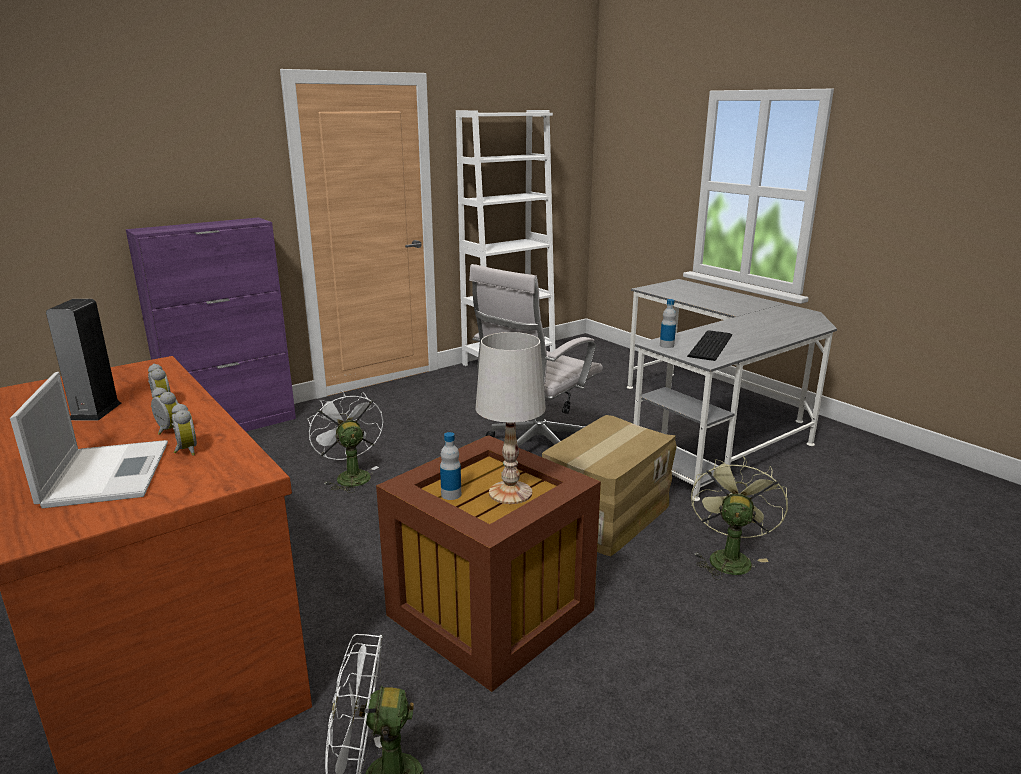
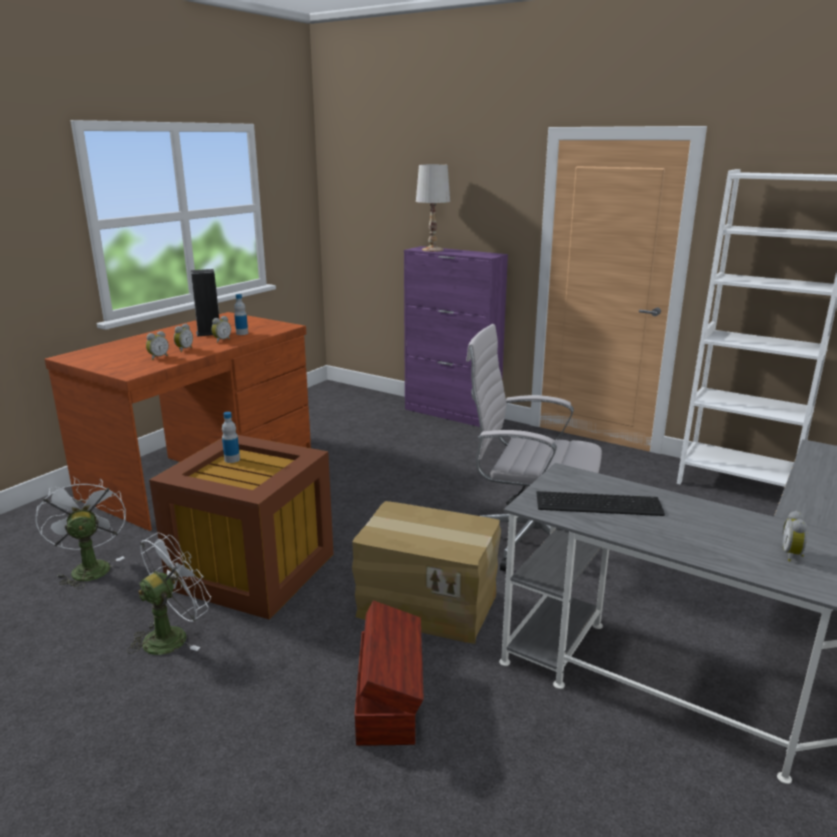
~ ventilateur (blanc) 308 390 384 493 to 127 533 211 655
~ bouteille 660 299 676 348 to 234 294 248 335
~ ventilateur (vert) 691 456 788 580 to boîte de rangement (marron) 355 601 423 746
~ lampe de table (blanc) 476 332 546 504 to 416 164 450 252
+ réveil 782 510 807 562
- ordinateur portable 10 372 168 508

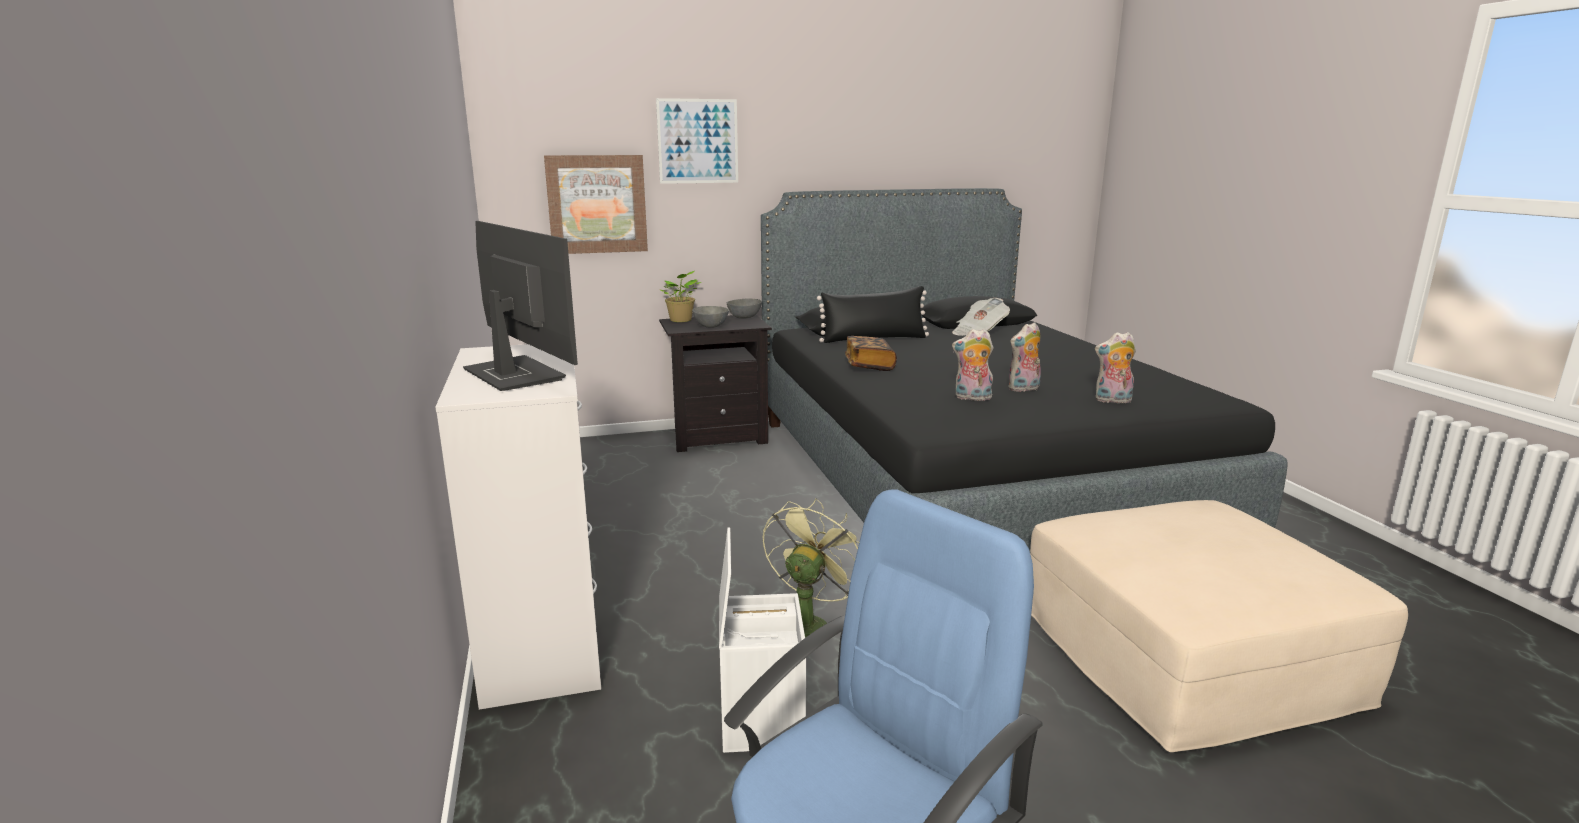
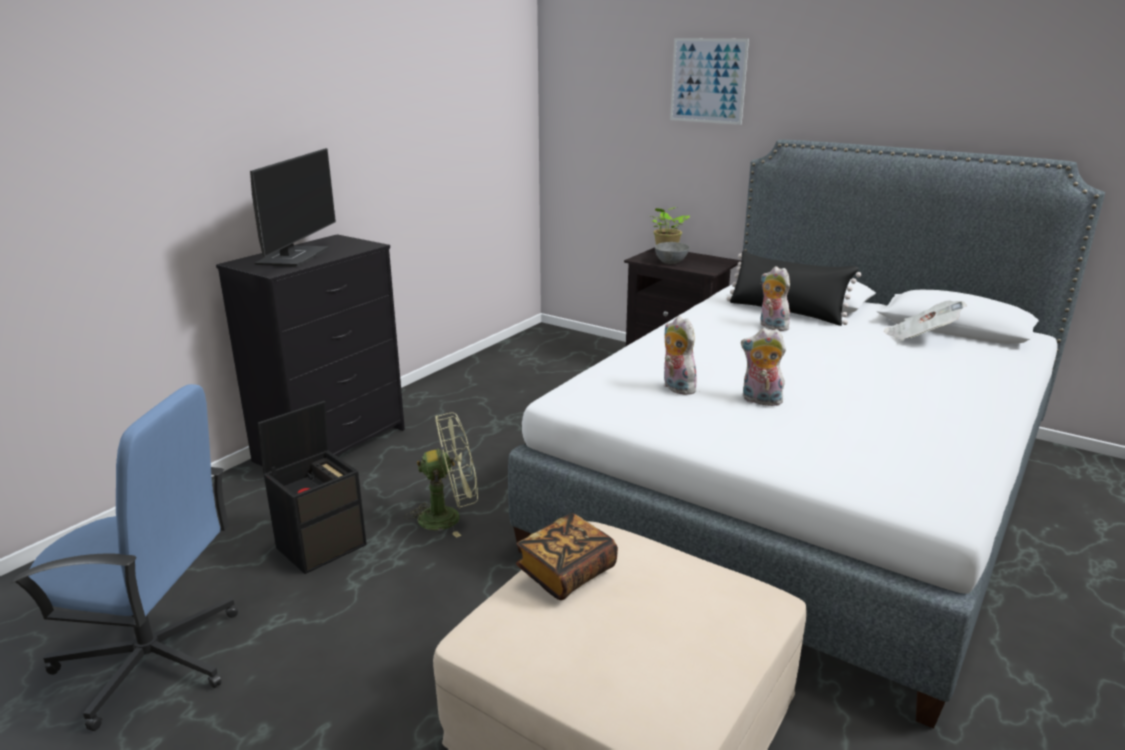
~ commode (blanc) 435 344 601 710 to commode (noir) 216 234 405 466
~ boîte de rangement (blanc) 719 527 806 753 to boîte de rangement (noir) 258 401 367 574
~ lit (noir) 761 188 1288 551 to lit (blanc) 508 140 1105 729
~ livre 845 336 897 371 to 516 513 618 600
~ peluche 1095 332 1136 403 to 760 266 790 331
- tableau 544 155 648 254
- bol (gris) 727 298 762 319

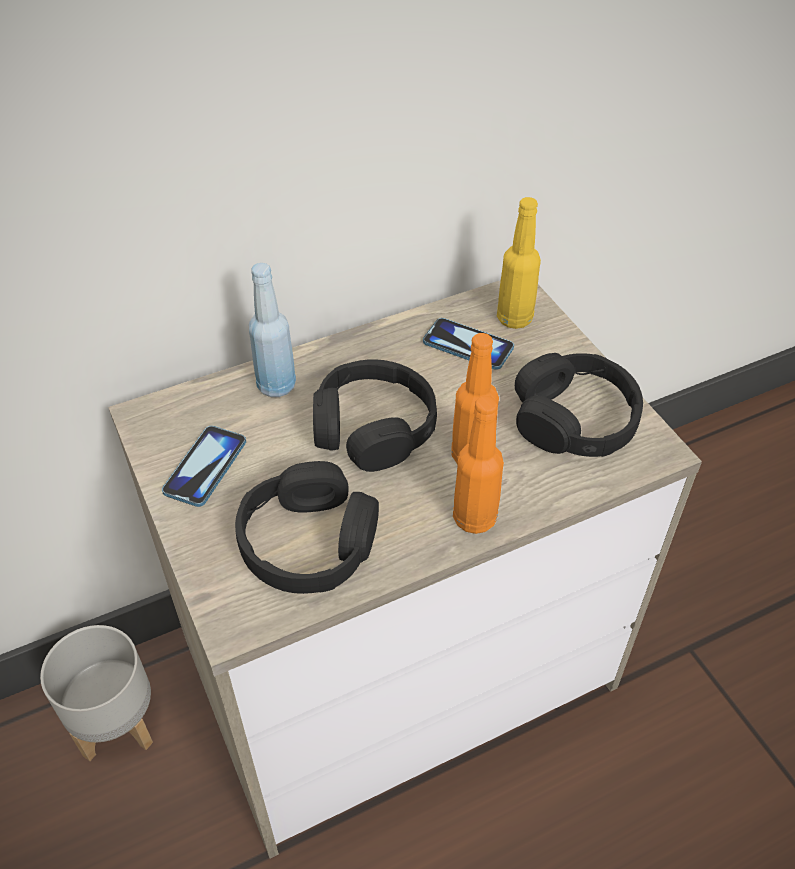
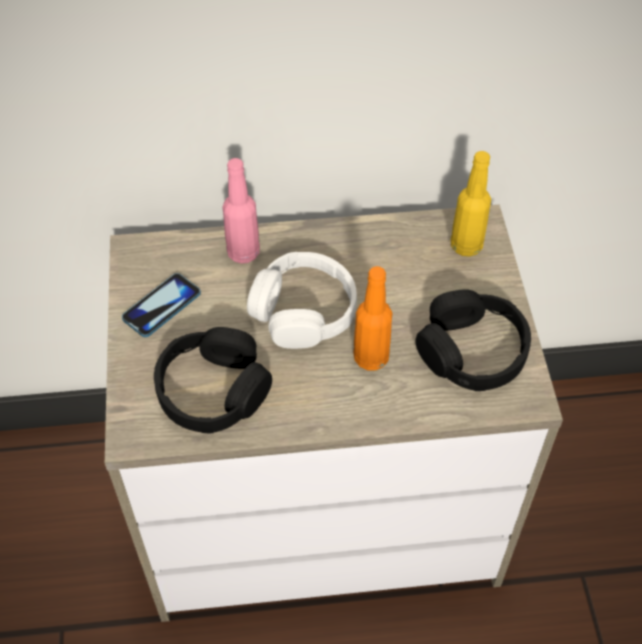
~ bouteille (bleu) 249 263 296 397 to bouteille (rose) 222 158 260 264
~ casque audio (noir) 313 359 437 472 to casque audio (blanc) 247 252 357 349
- cache-pot (gris) 40 625 153 761
- téléphone 423 318 514 370
- bouteille (orange) 453 396 504 534

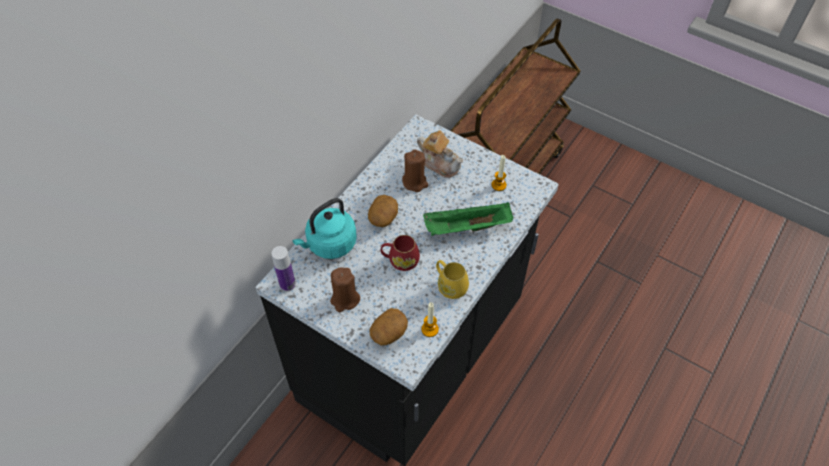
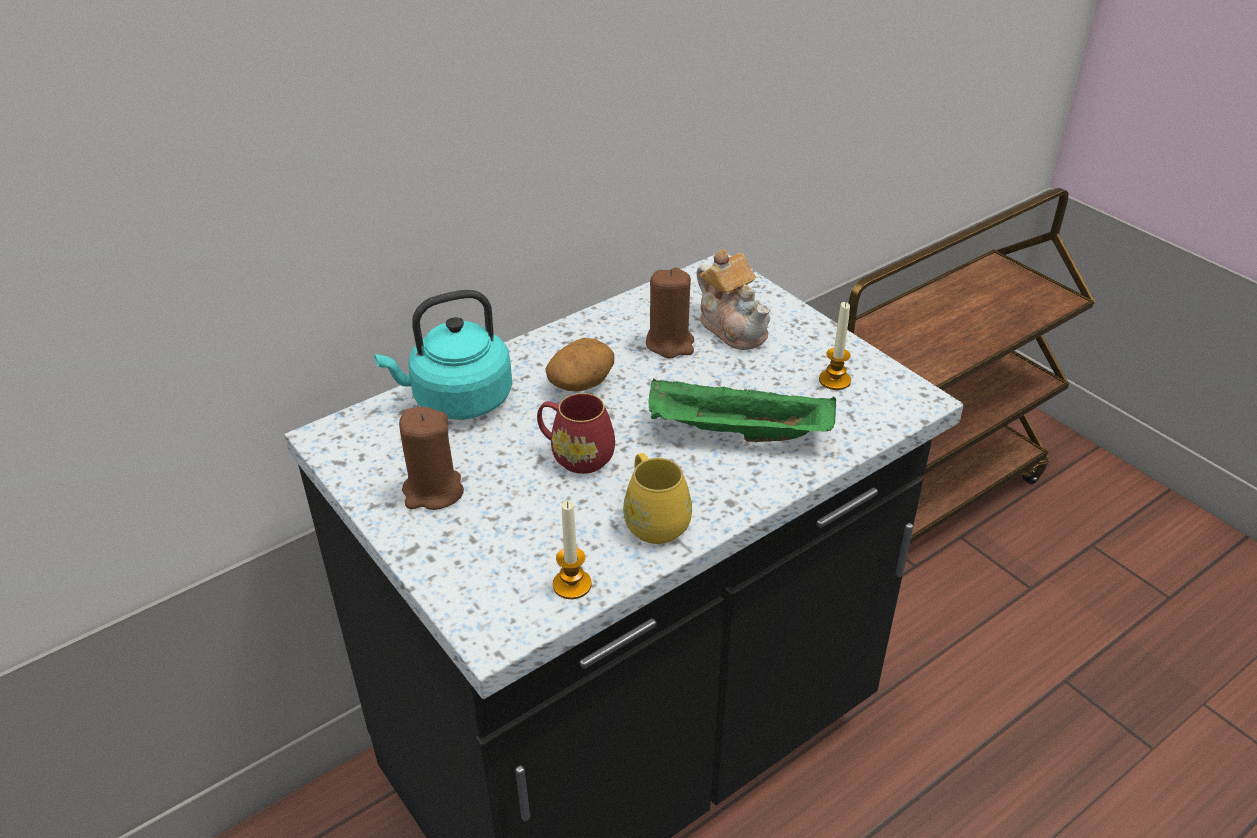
- bouteille 271 246 296 291
- pomme de terre 369 308 408 345

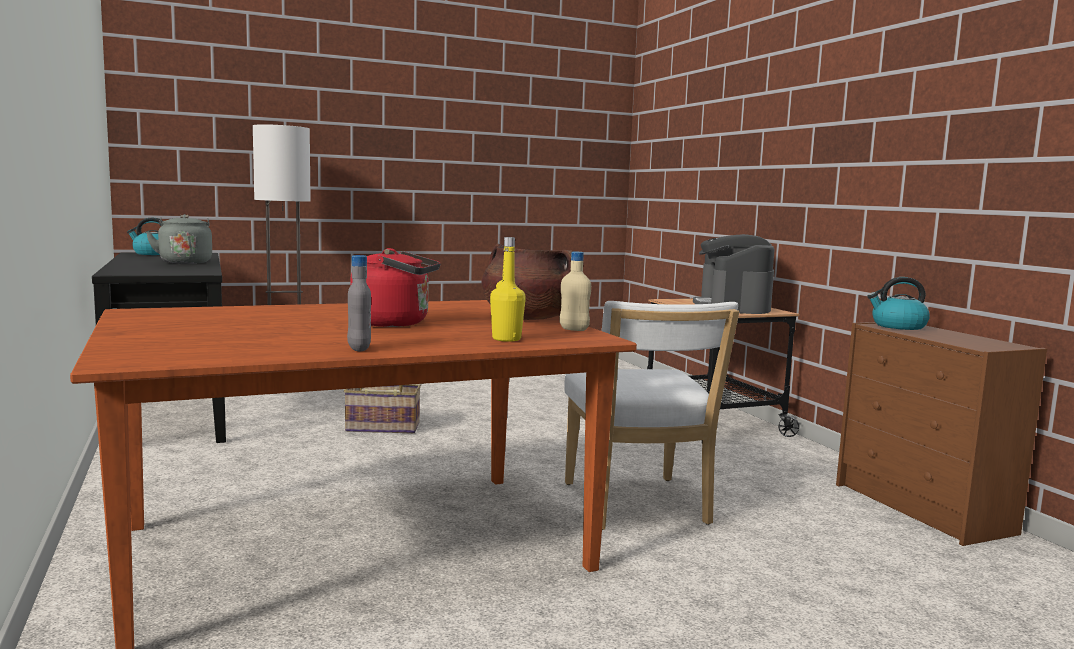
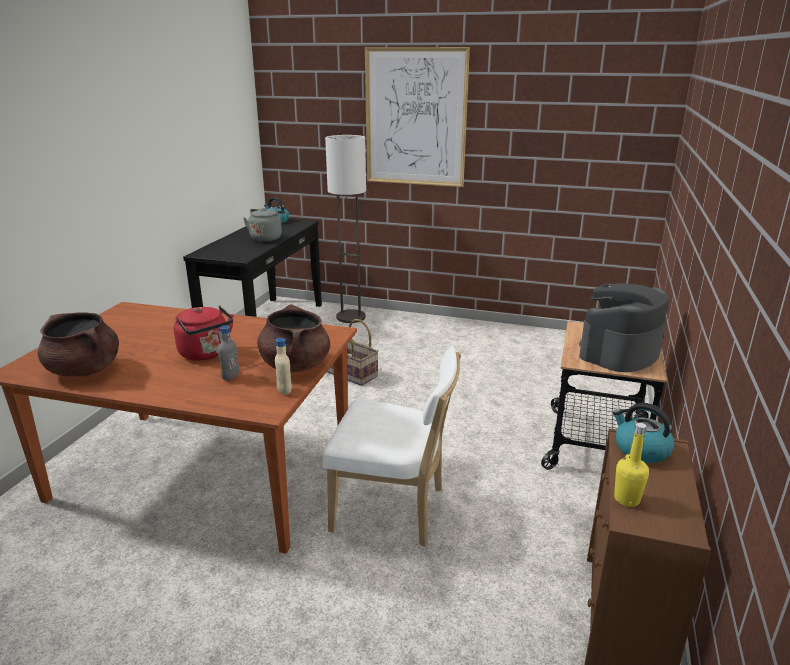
+ marmite (marron) 38 312 119 377
~ bouteille (gris) 347 255 371 351 to 218 325 239 381
~ chaise (blanc) 564 301 739 530 = 323 346 461 547 105 degrees counterclockwise
+ tableau 365 47 470 187
~ bouteille (jaune) 490 237 526 342 to 614 423 649 507

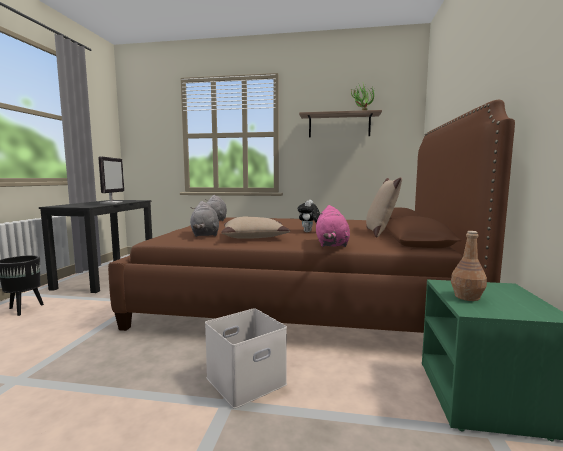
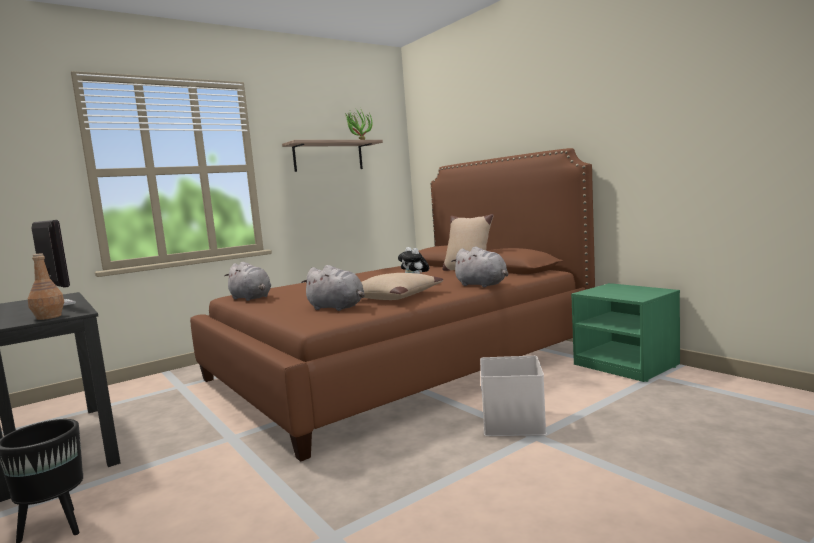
~ bouteille (marron) 451 231 487 301 to 28 253 64 320
~ peluche (rose) 316 205 350 247 to peluche (gris) 451 246 508 288

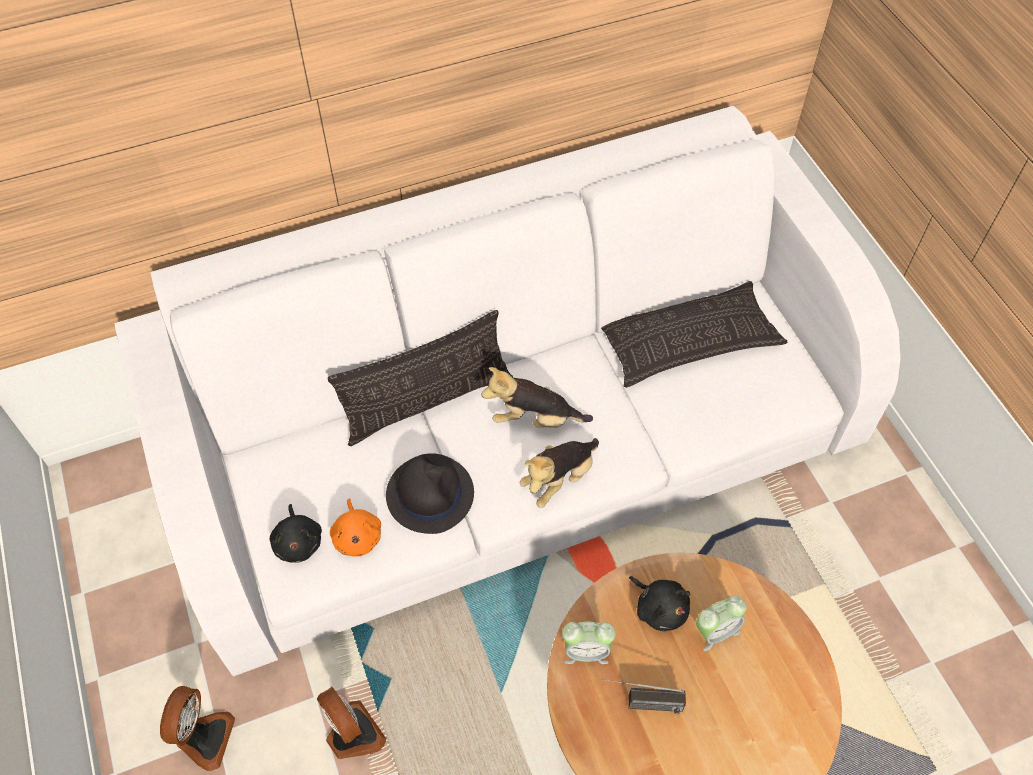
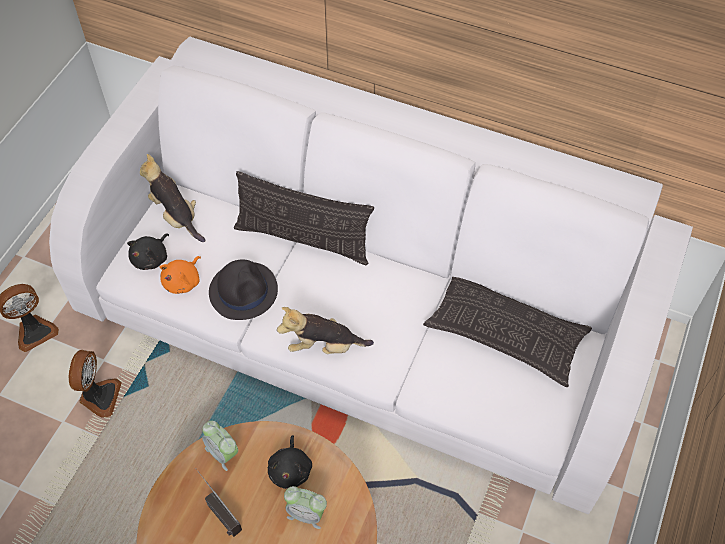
~ peluche 481 367 593 428 to 140 154 206 242

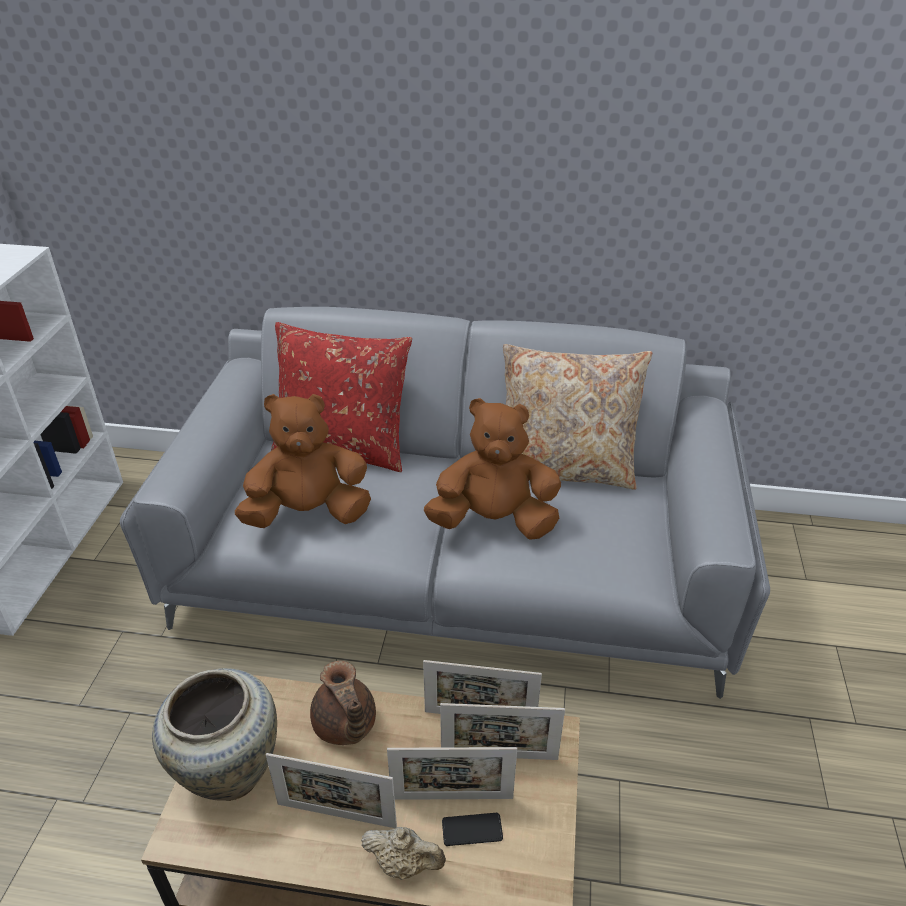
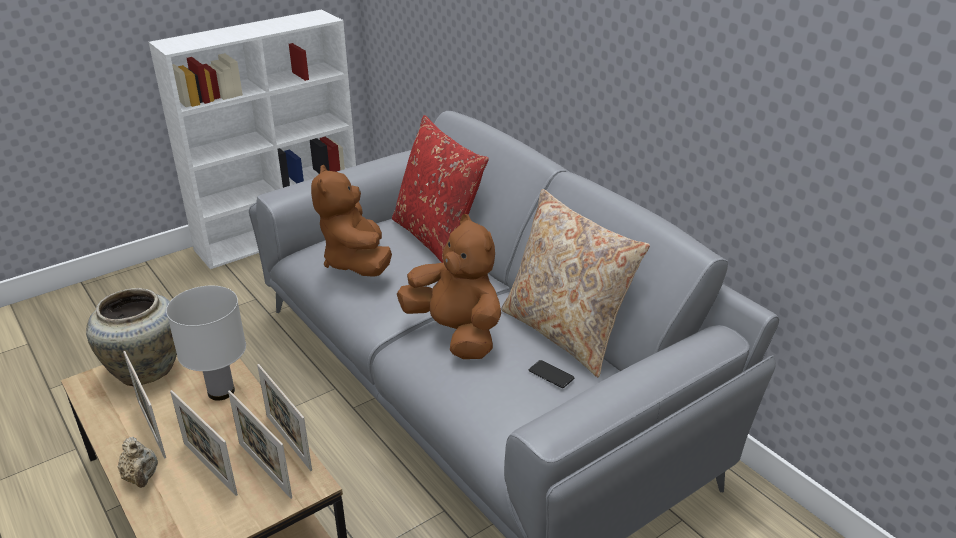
~ théière (marron) 310 661 376 745 to lampe de table (blanc) 166 286 246 401
~ peluche (marron) 235 394 371 528 = 311 164 392 277 135 degrees counterclockwise
~ téléphone 442 813 503 846 to 529 360 574 388

